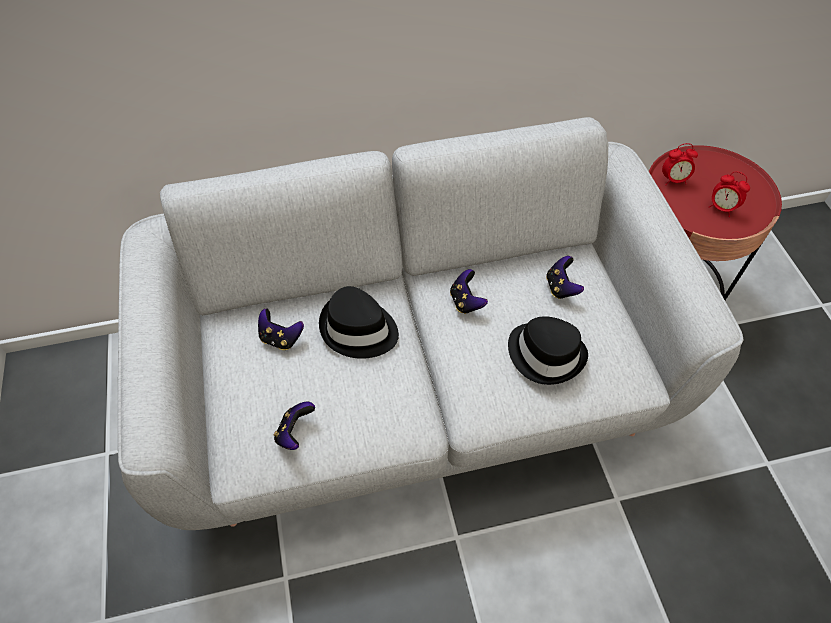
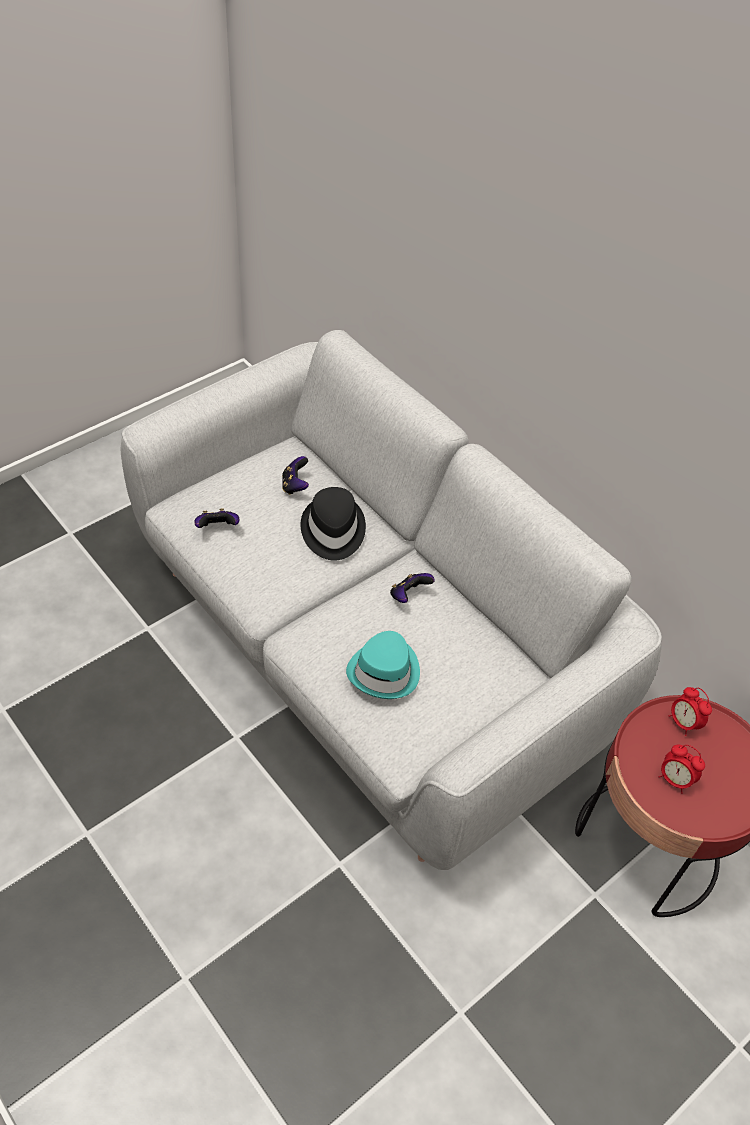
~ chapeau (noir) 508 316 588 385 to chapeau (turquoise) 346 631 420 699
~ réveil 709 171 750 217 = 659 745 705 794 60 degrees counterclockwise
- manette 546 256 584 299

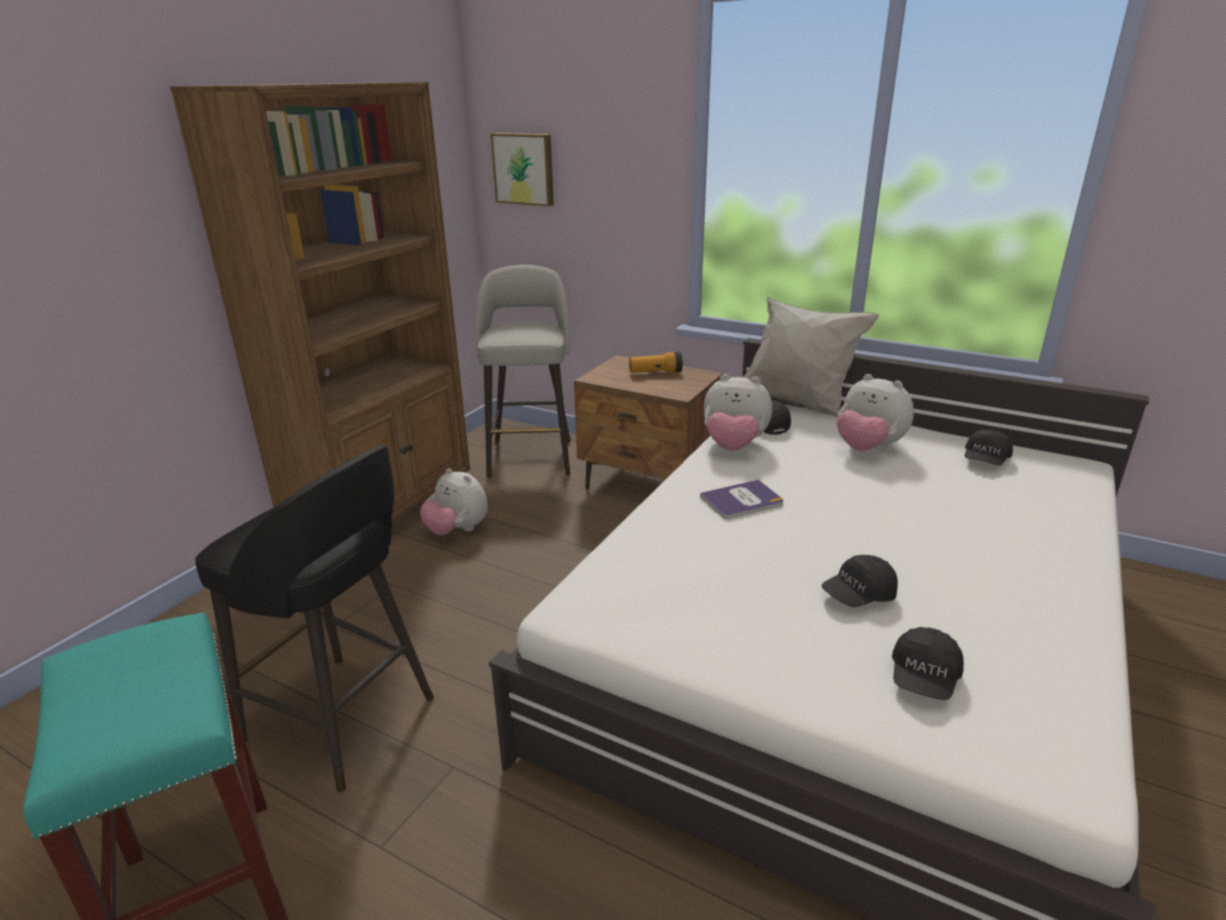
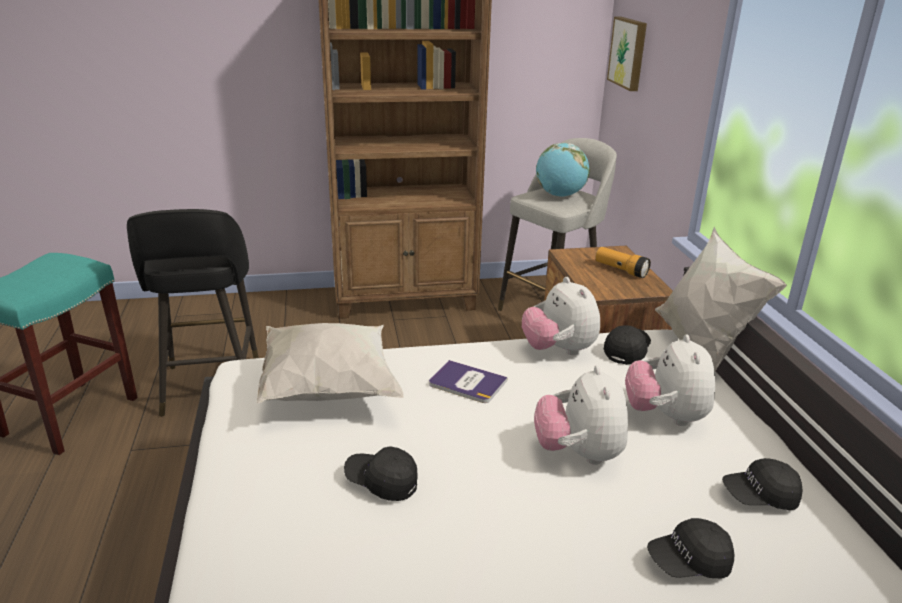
+ coussin (blanc) 256 323 404 403
~ peluche 420 468 488 535 to 534 366 628 465
+ globe 536 143 590 197
~ casquette (noir) 892 627 964 700 to 647 518 734 579

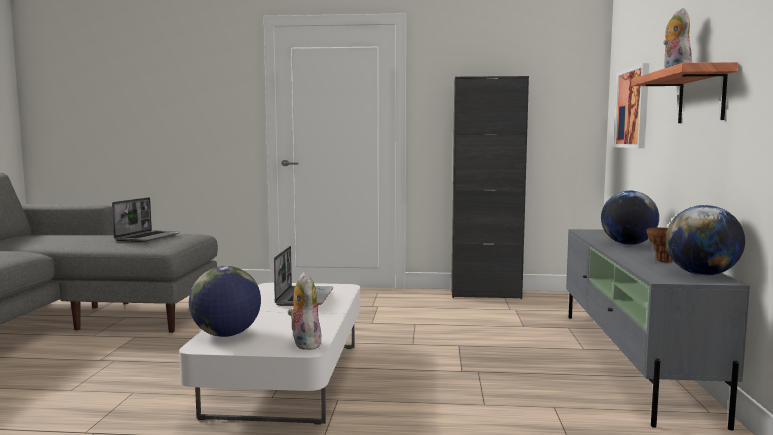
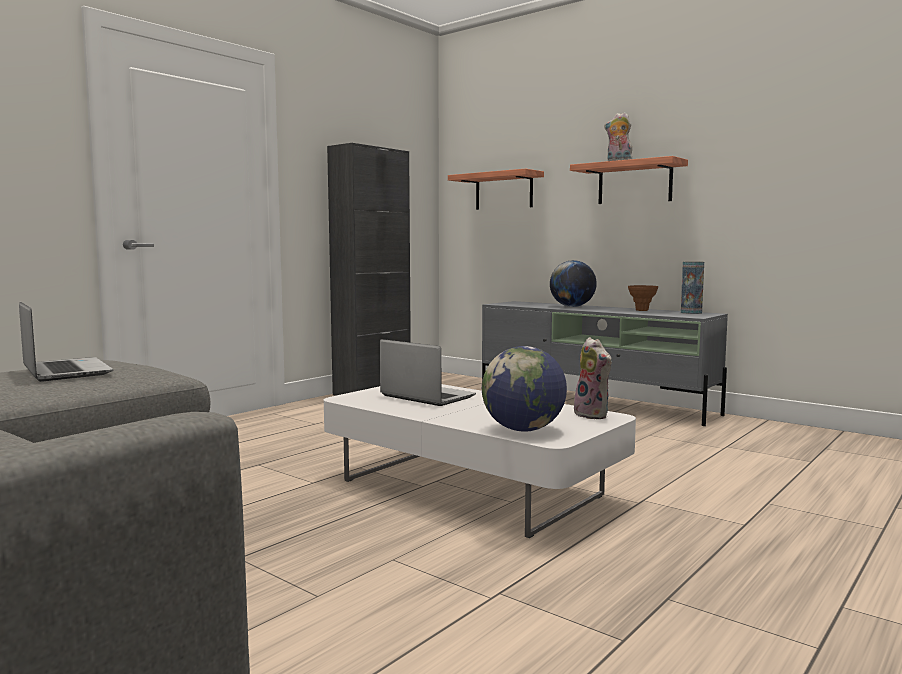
~ tableau 614 63 649 148 to étagère 448 169 544 210
~ peluche 288 272 322 350 = 570 337 612 419 135 degrees counterclockwise
~ globe 666 205 745 276 to vase 681 261 704 314

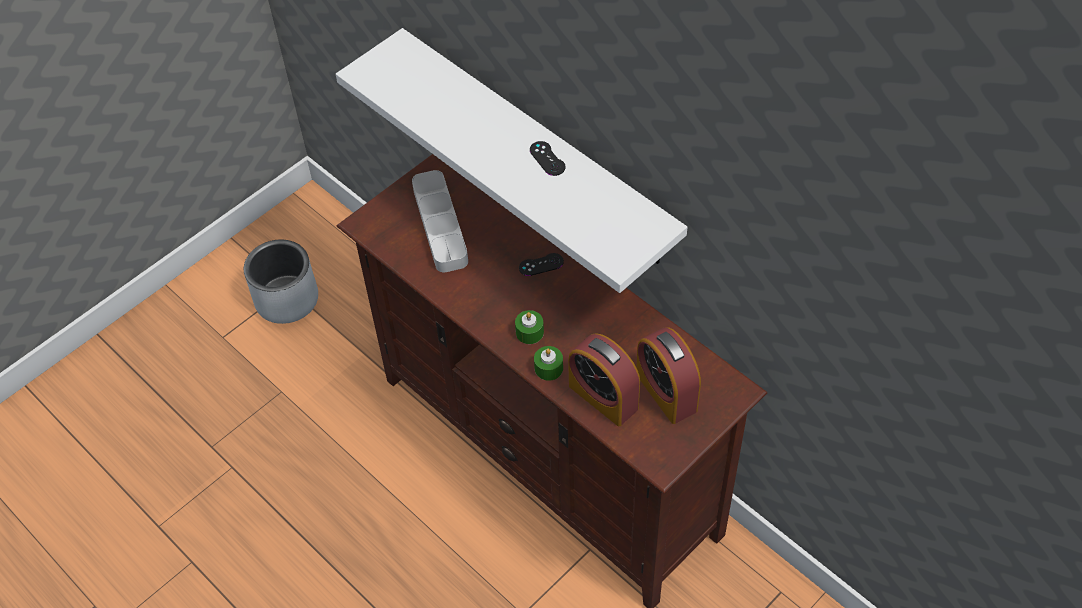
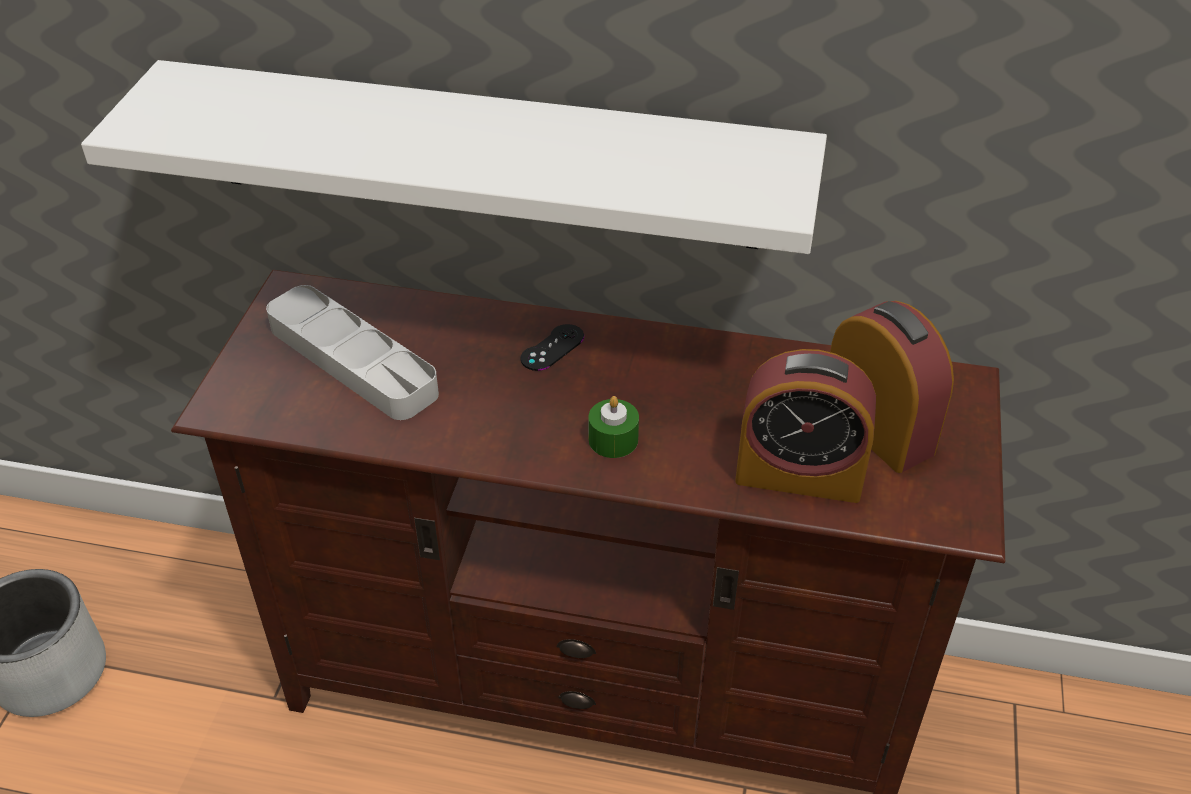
~ réveil 636 327 701 424 = 830 301 954 473 150 degrees counterclockwise
- manette (noir) 530 141 566 176
- bougie (vert) 534 346 563 381

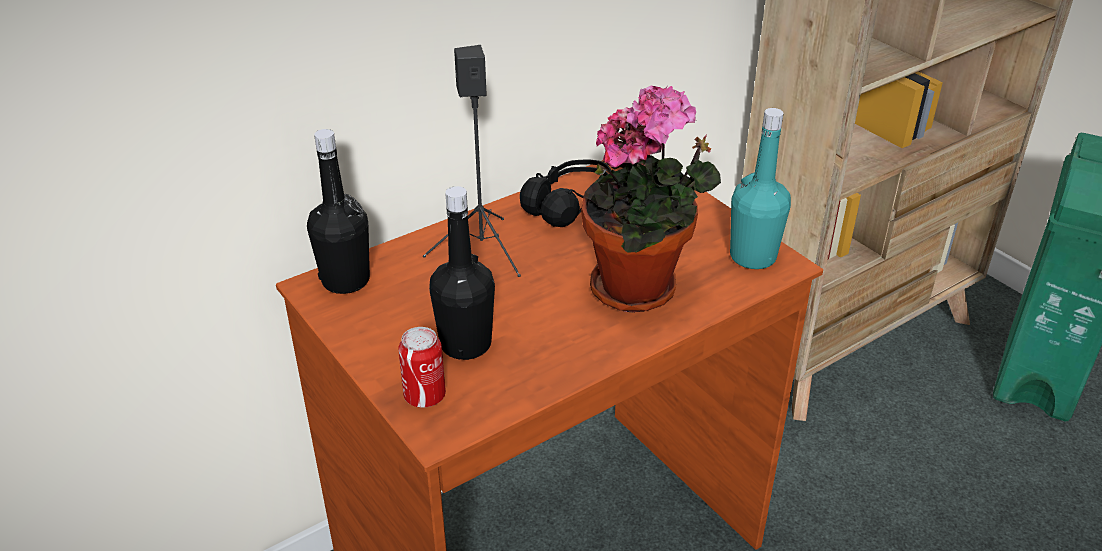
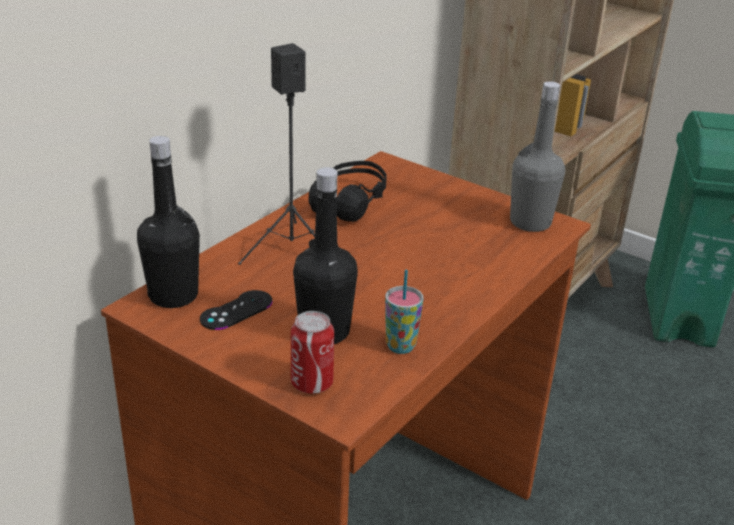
+ manette (noir) 200 290 273 330
+ tasse 385 269 423 354
~ bouteille (turquoise) 730 108 791 269 to bouteille (gris) 510 81 565 232
- plante en pot 581 85 721 312

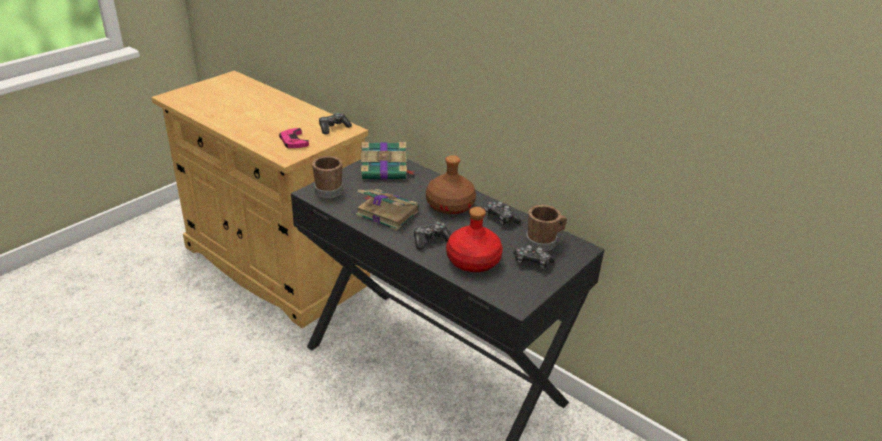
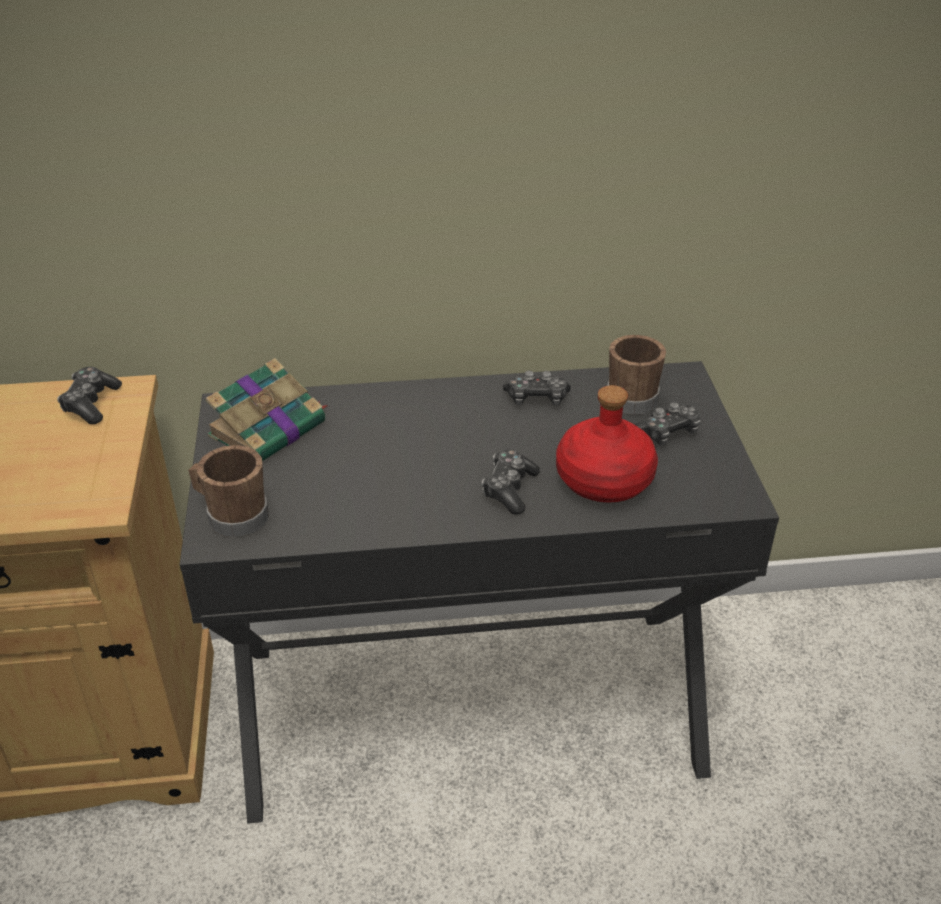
- manette (rose) 279 128 309 148
- livre 356 189 419 230
- bouteille (marron) 426 155 476 214

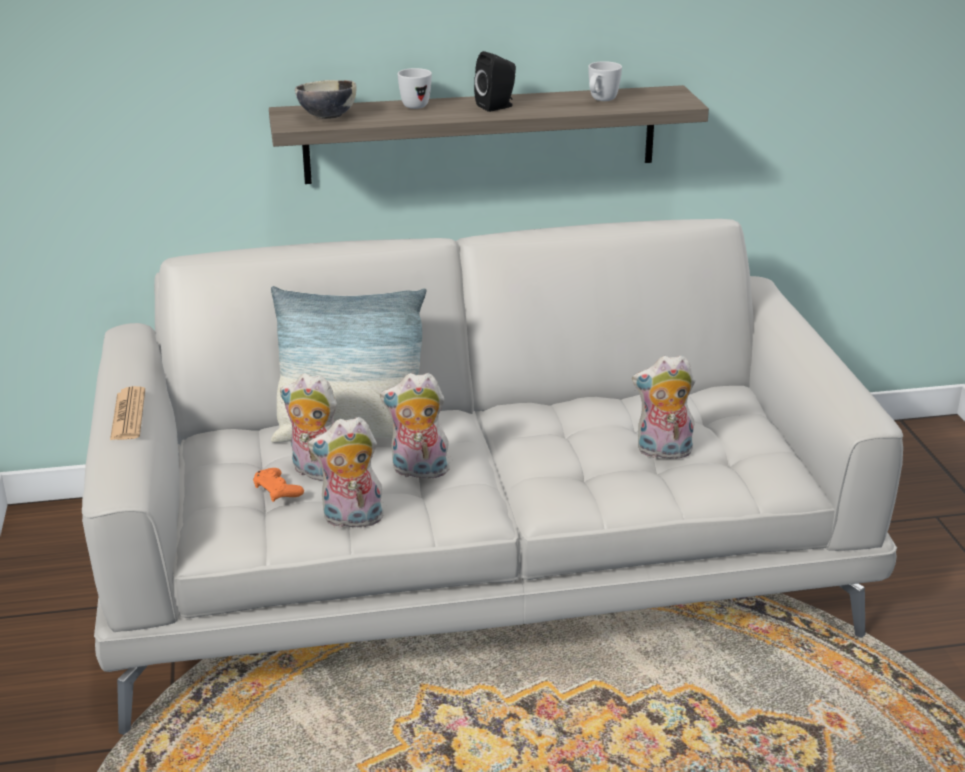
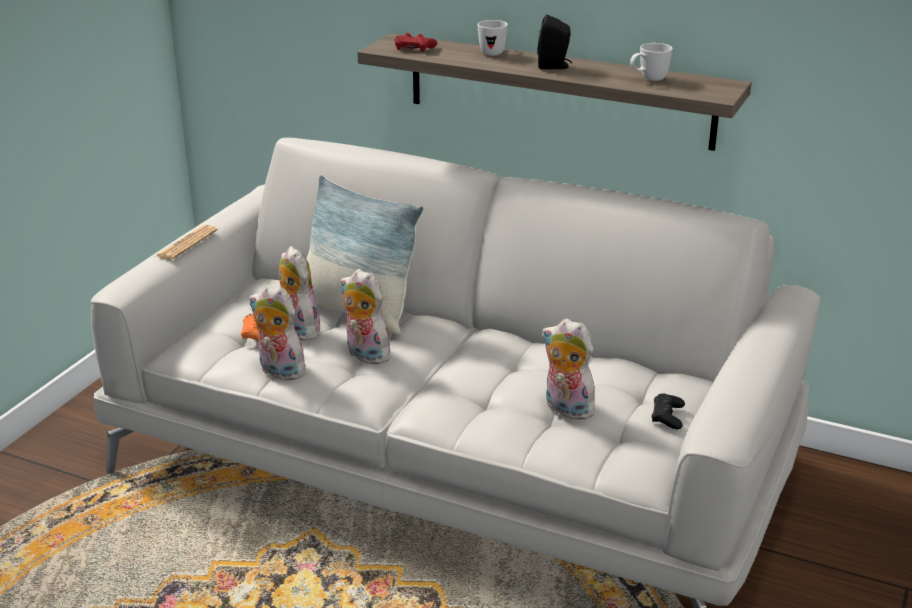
~ bol 295 80 356 119 to manette (rouge) 395 33 437 52
+ manette (noir) 652 393 685 429

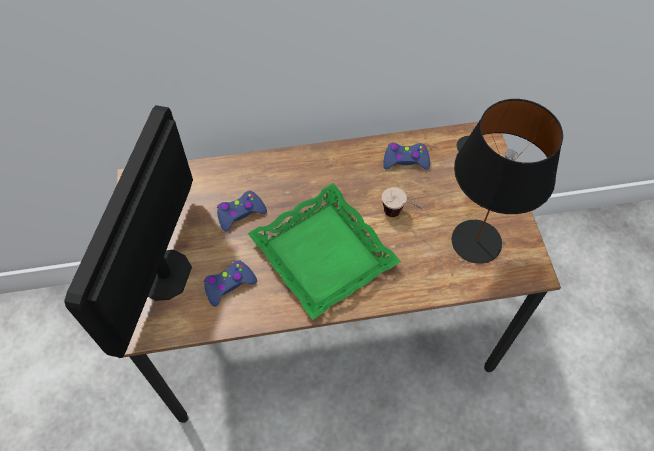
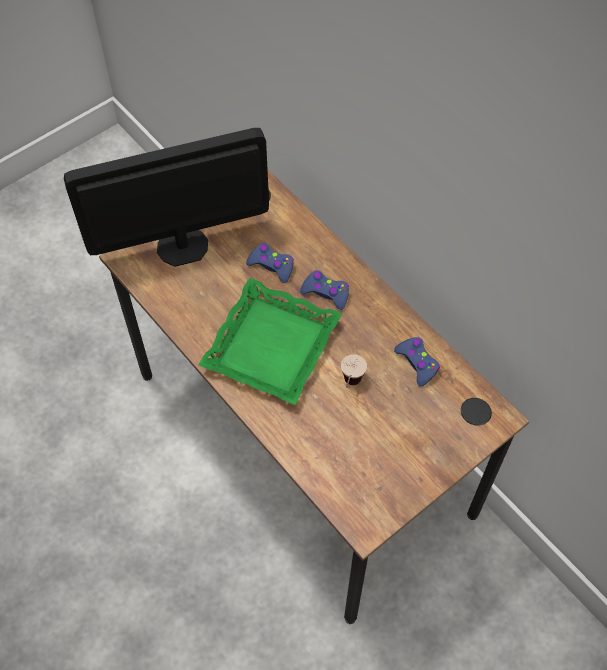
~ manette (bleu) 204 260 257 307 to 300 270 349 310
- lampe de table (noir) 452 99 563 264

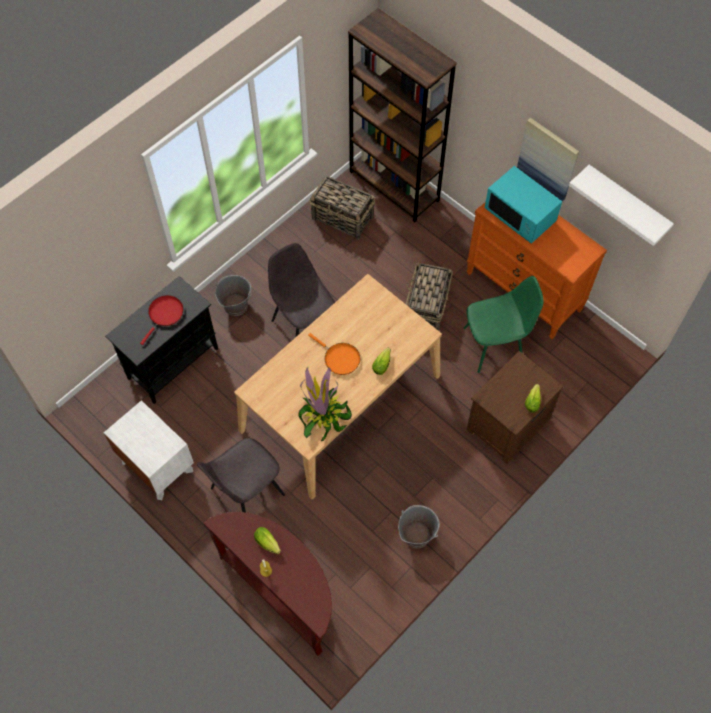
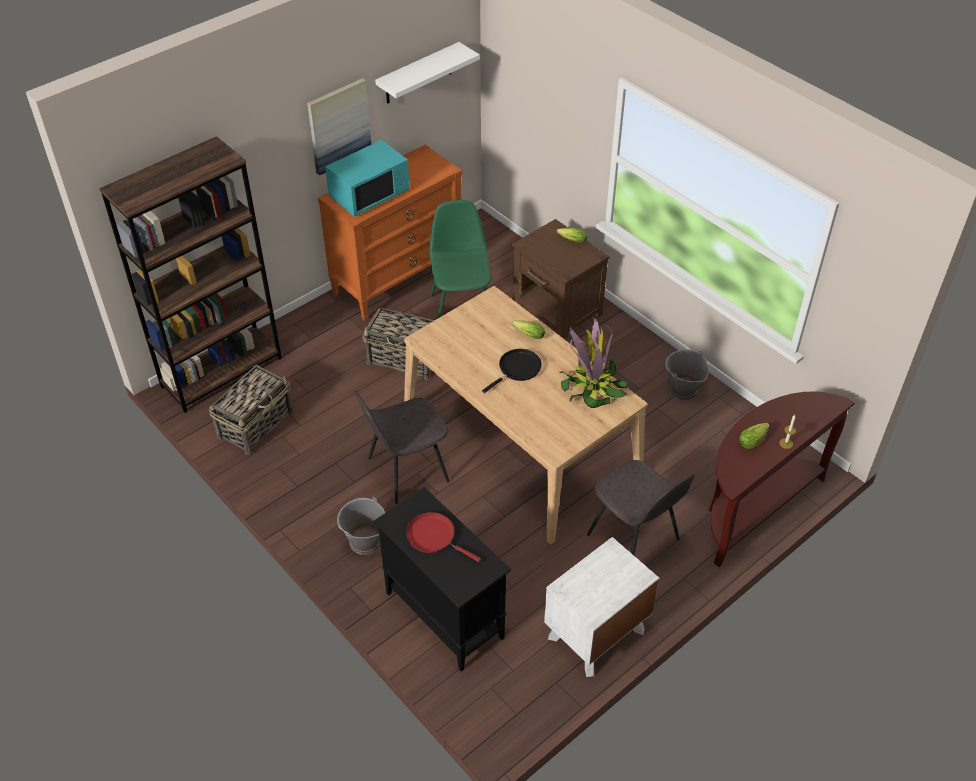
~ poêle (orange) 308 333 360 375 to poêle (noir) 482 349 542 393

